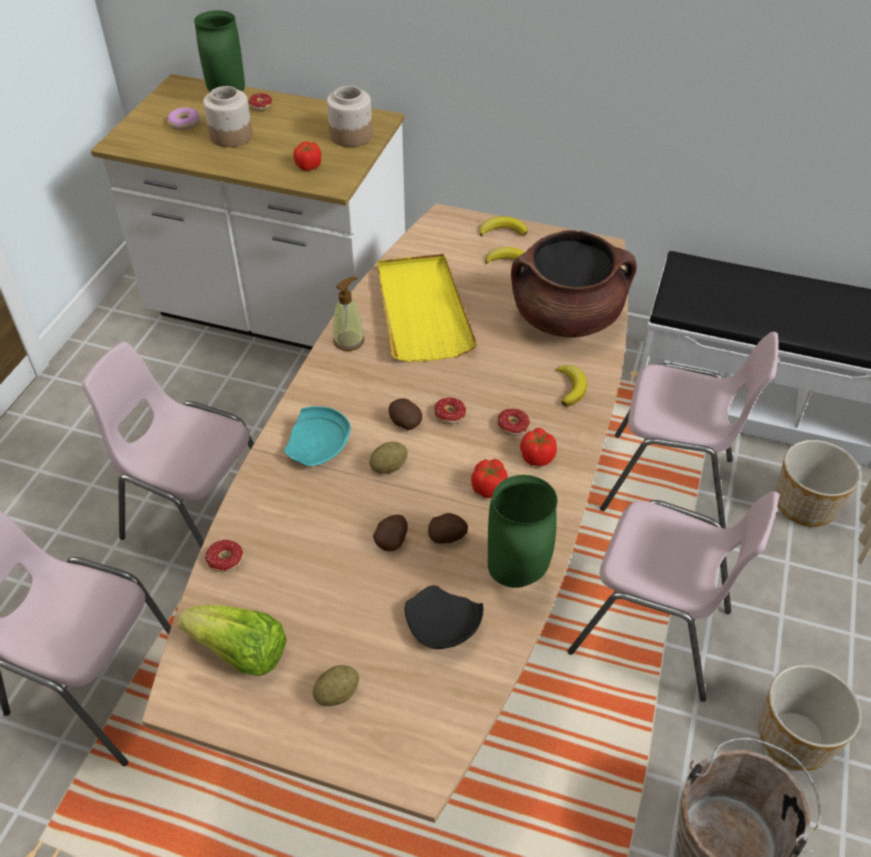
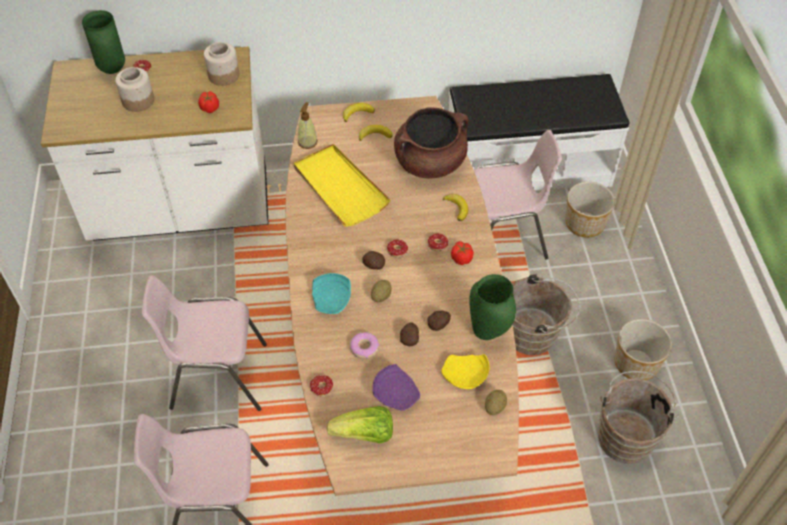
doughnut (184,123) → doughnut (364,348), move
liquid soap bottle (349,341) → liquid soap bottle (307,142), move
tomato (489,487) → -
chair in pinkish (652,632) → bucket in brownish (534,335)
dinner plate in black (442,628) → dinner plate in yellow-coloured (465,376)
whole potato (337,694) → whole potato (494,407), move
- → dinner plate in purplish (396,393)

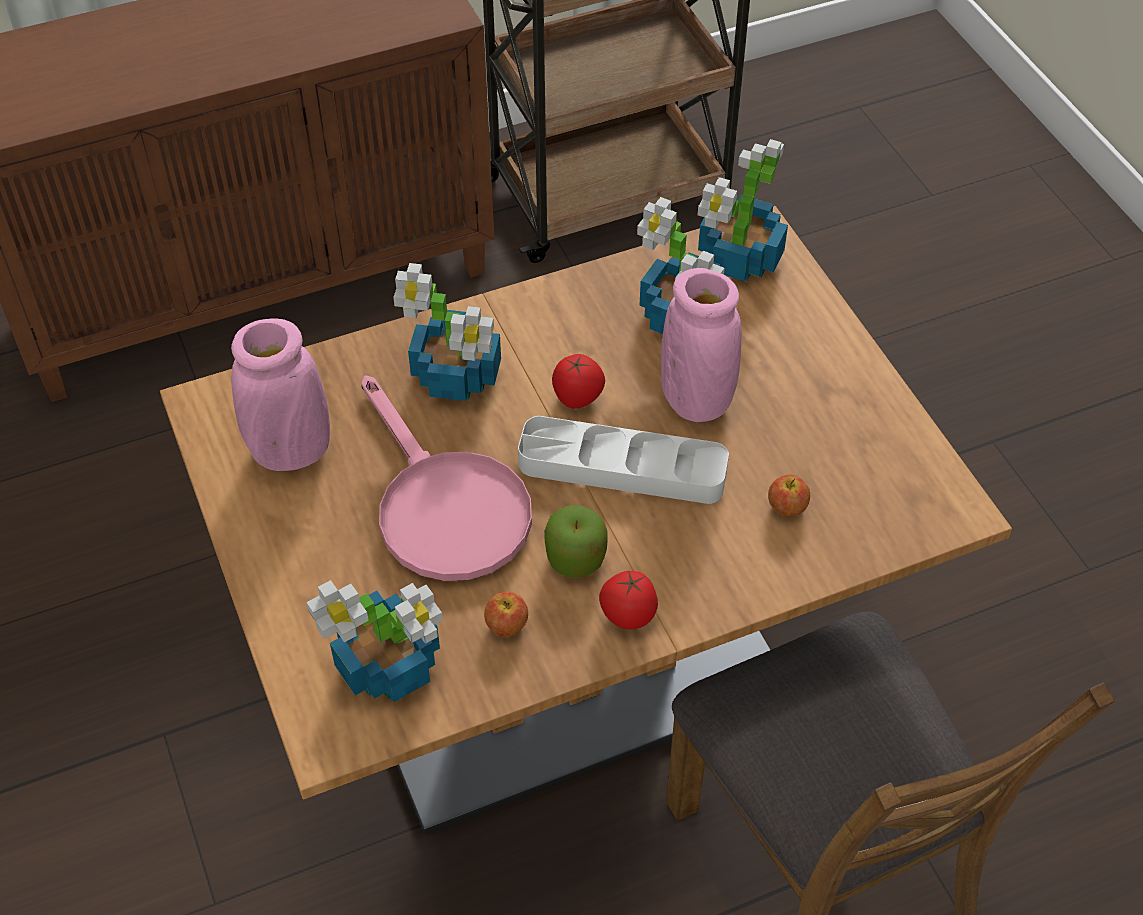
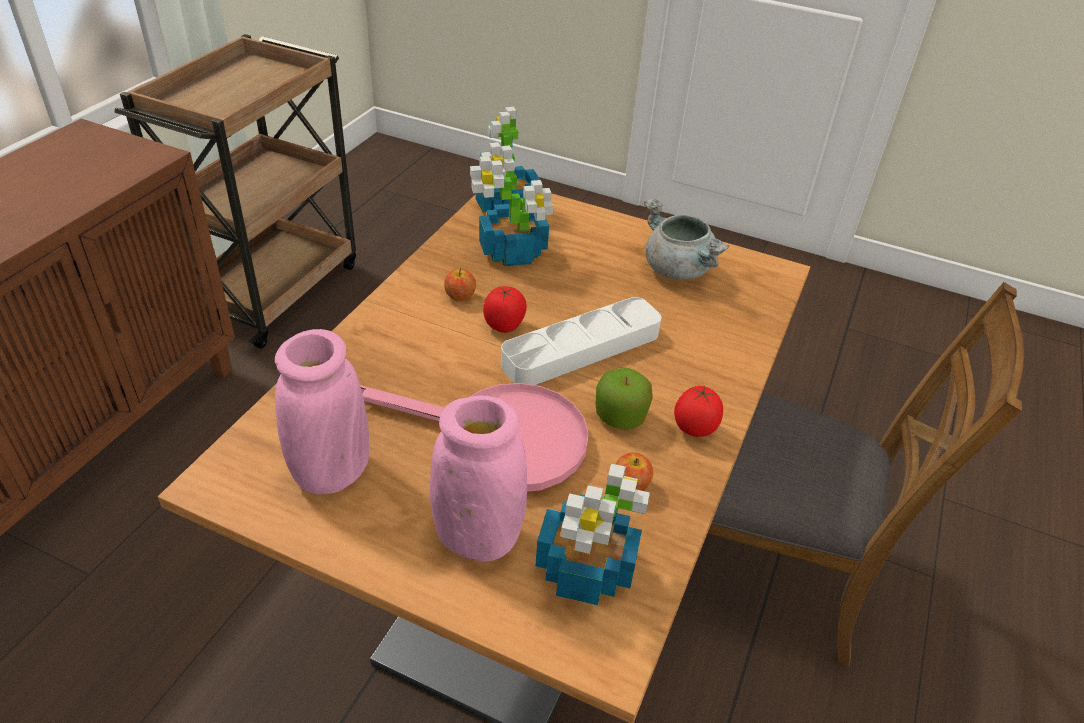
plant in a pot (457,376) → -
flower vase in pinkish (696,400) → flower vase in pinkish (478,537), move
apple fruit (787,507) → apple fruit (460,296), move
- → stockpot in greyish (678,270)

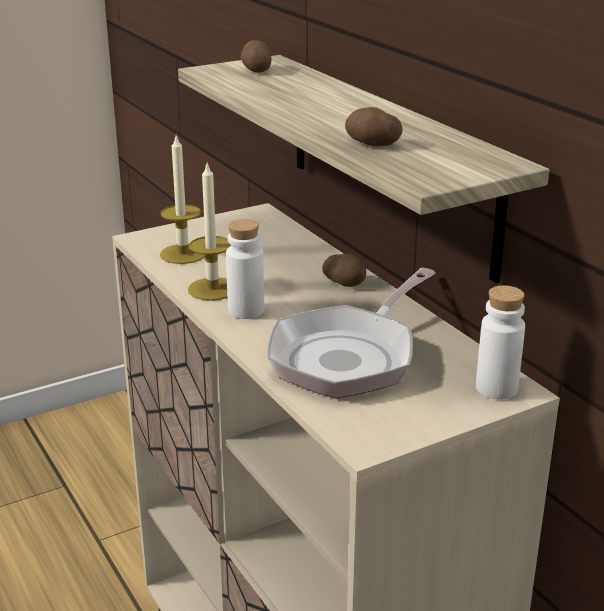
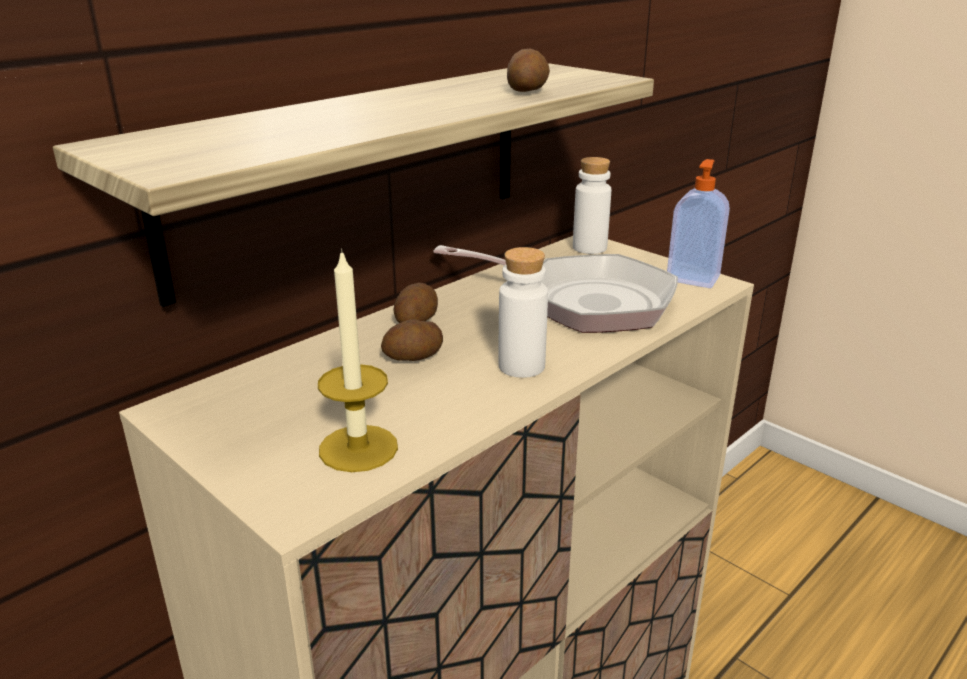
whole potato (256,70) → whole potato (414,358), move
wax candle (212,289) → -
- → liquid soap bottle (693,278)

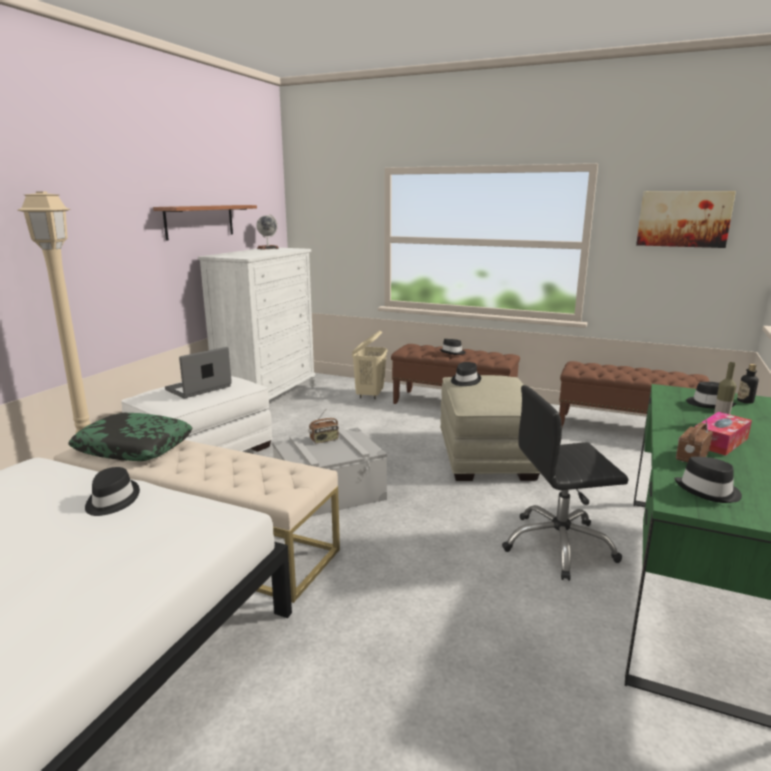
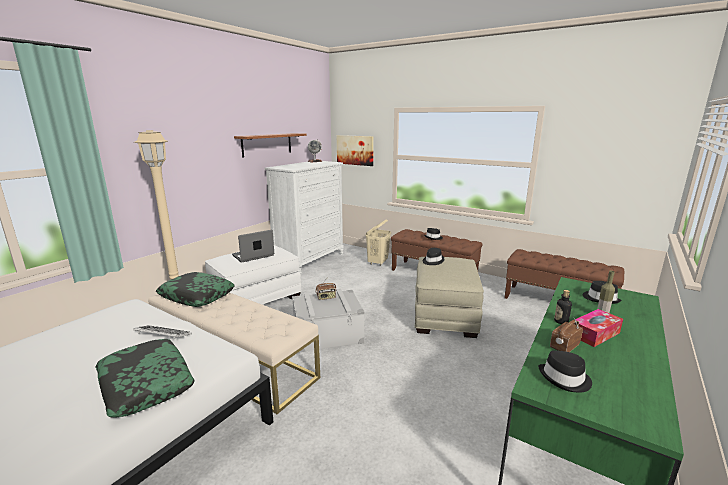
wall picture (683,219) → wall picture (355,150), move
beverage bottle (745,401) → beverage bottle (561,321), move
desk chair in black (558,545) → -
hat in black (111,500) → computer keyboard (162,335)
- → pillow (145,384)

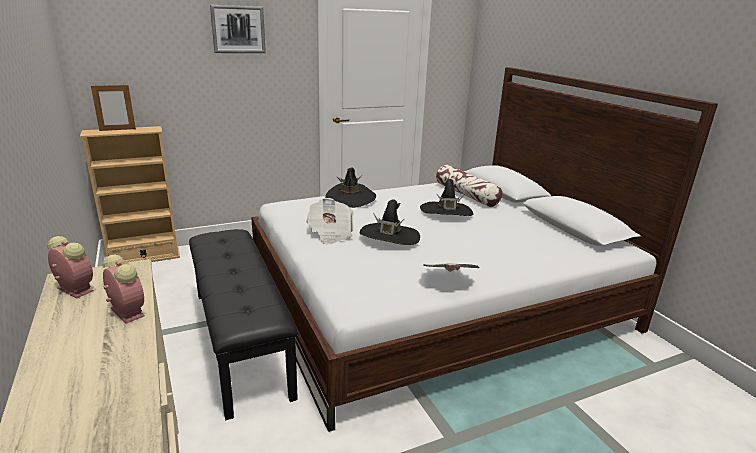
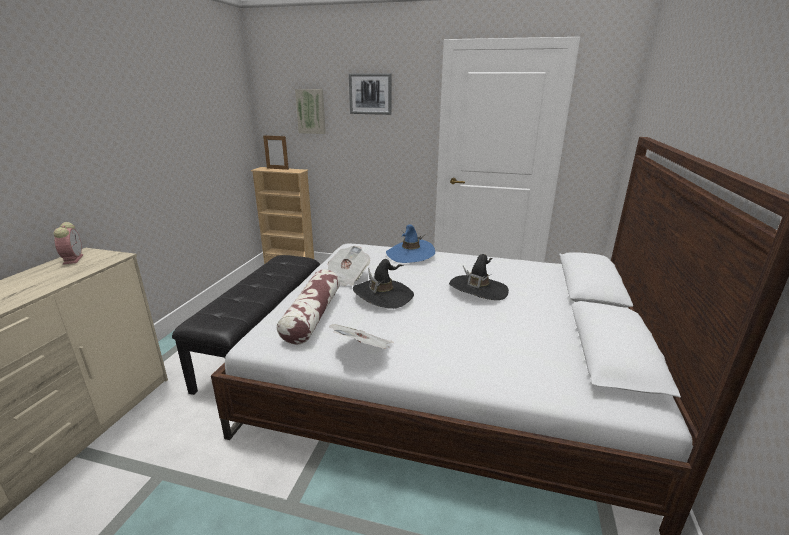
pillow (466,195) → pillow (312,316), move
hat in black (350,198) → hat in blue (410,254)
bedside clock (126,312) → -
- → wall picture (311,111)

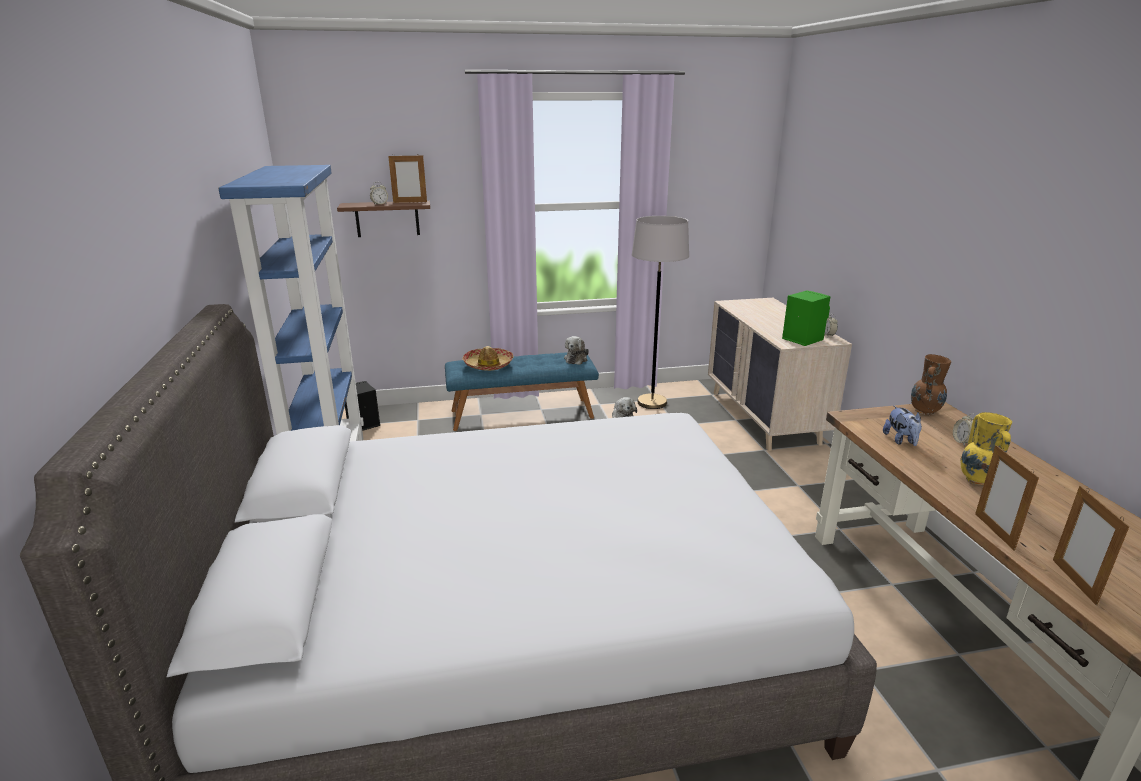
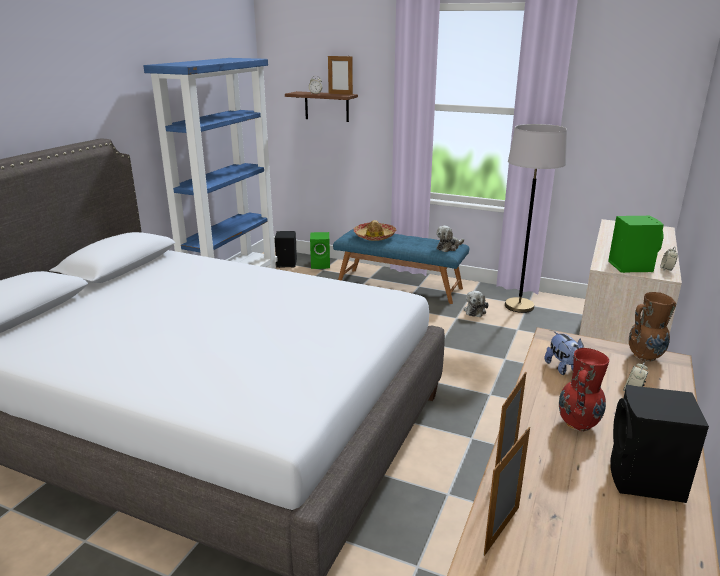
soft toy (901,440) → soft toy (564,369), 45 degrees counterclockwise
flower vase in yellow-coloured (977,480) → flower vase in red-coloured (578,424)
- → loudspeaker in greenish (321,265)
- → loudspeaker in black (645,481)

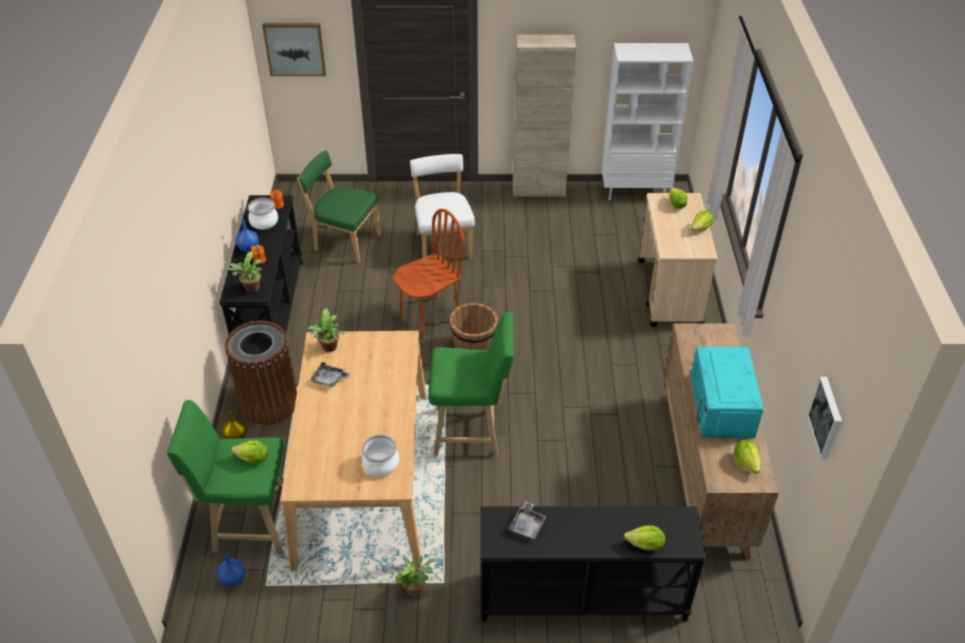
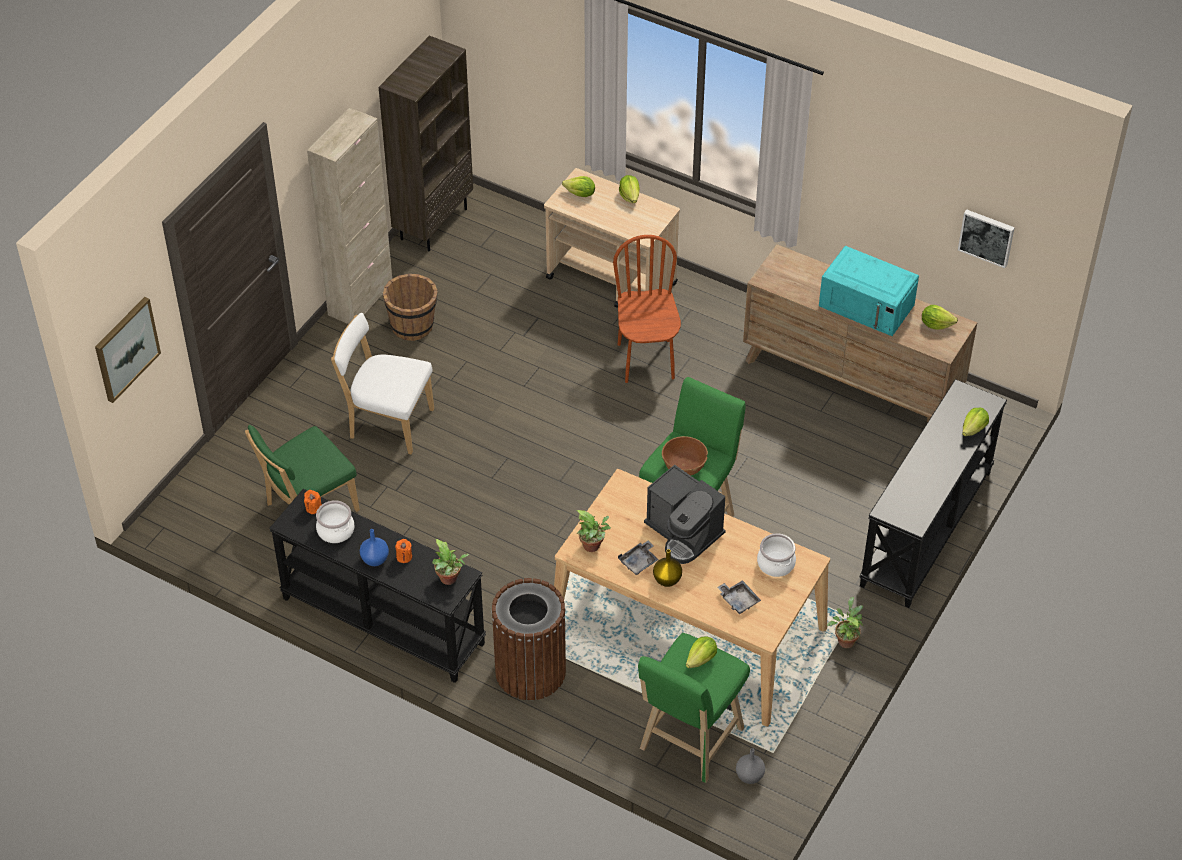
bookcase in white (635,191) → bookcase in brownish (433,223)
chair in brownish (429,318) → chair in brownish (646,361), move
bucket in brownish (474,349) → bucket in brownish (412,325), move
flower vase in yellow-coloured (236,437) → flower vase in yellow-coloured (667,579), move
serving tray in greyish (527,525) → serving tray in greyish (738,600), move
flower vase in blue (234,579) → flower vase in greyish (750,776)
- → deep dish in brownish (684,466)
- → coffee maker (684,533)

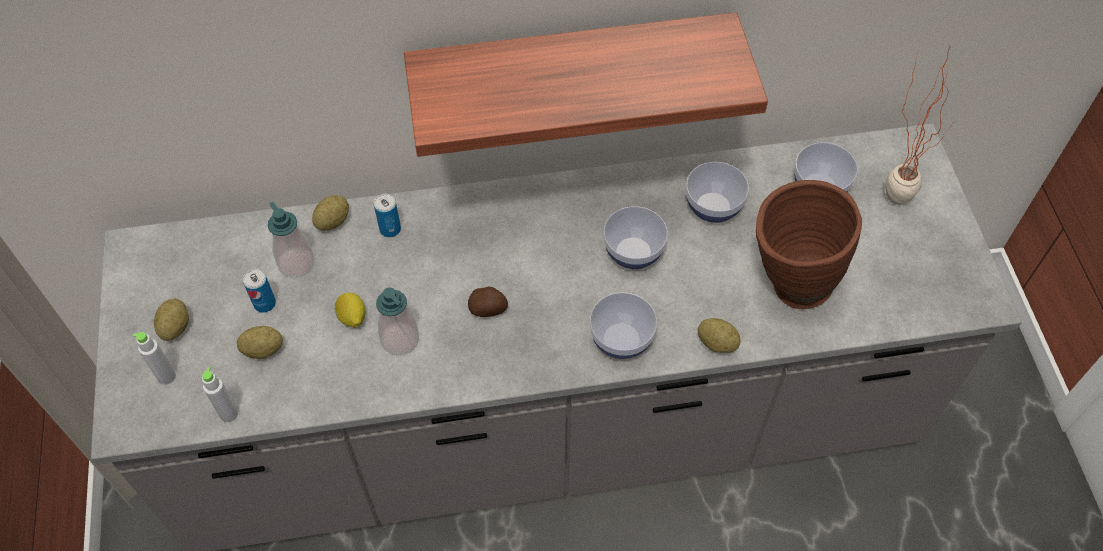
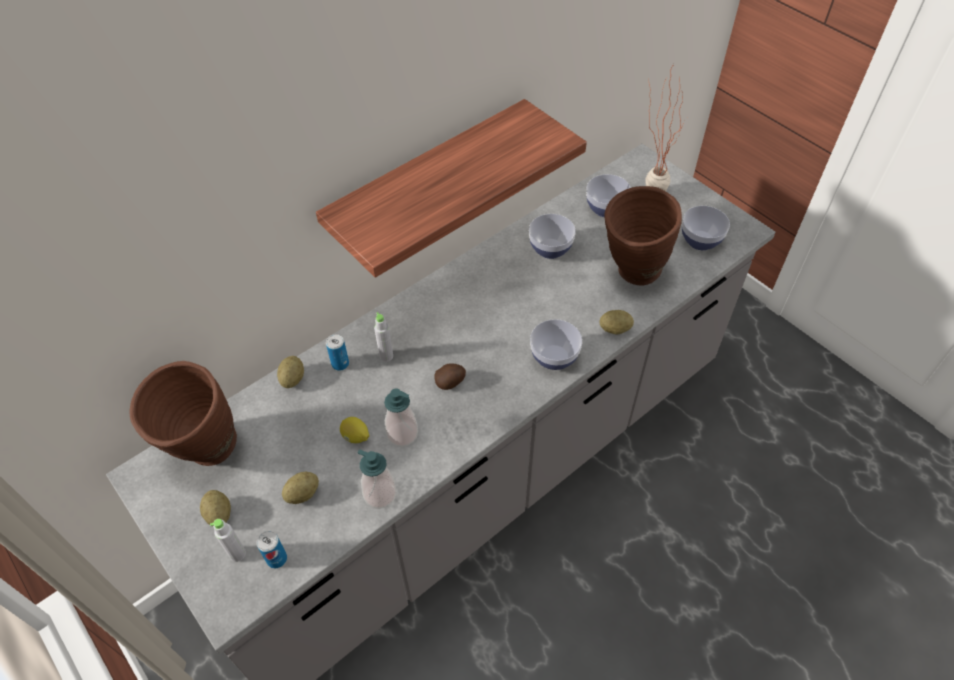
liquid soap bottle (296,263) → liquid soap bottle (380,494), move
deep dish (633,253) → deep dish (700,241), move
can (264,303) → can (276,559), move
beverage bottle in greyish (229,414) → beverage bottle in greyish (386,356), move
- → flower vase in brownish (204,454)

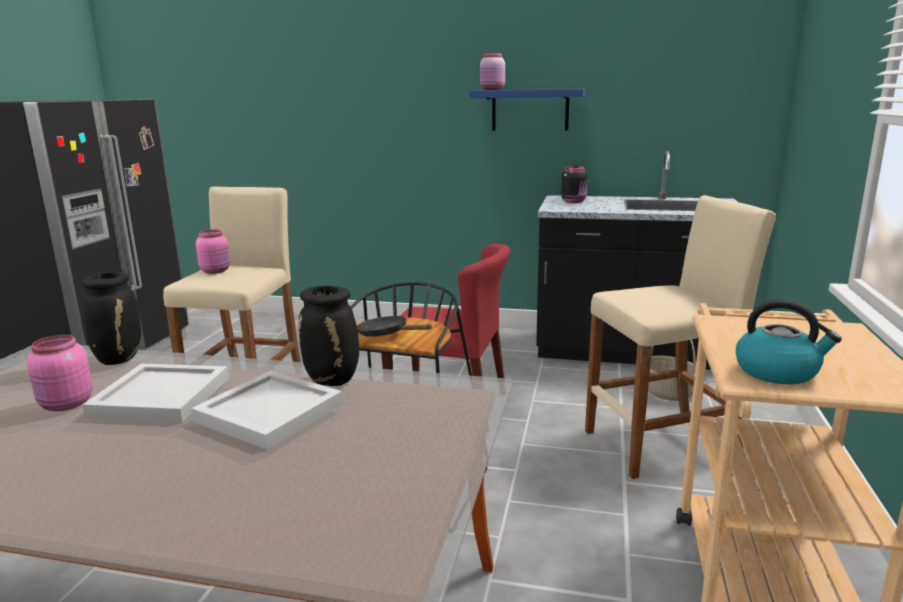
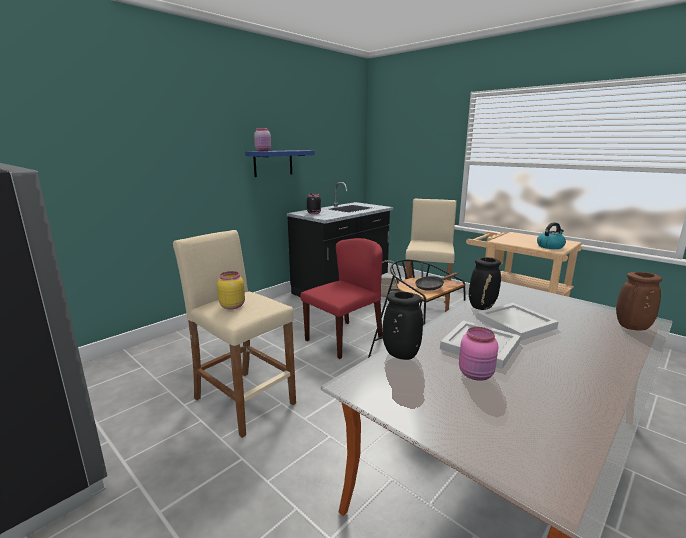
storage jar in pinkish (216,271) → storage jar in yellow-coloured (232,306)
- → flower vase in brownish (632,327)

